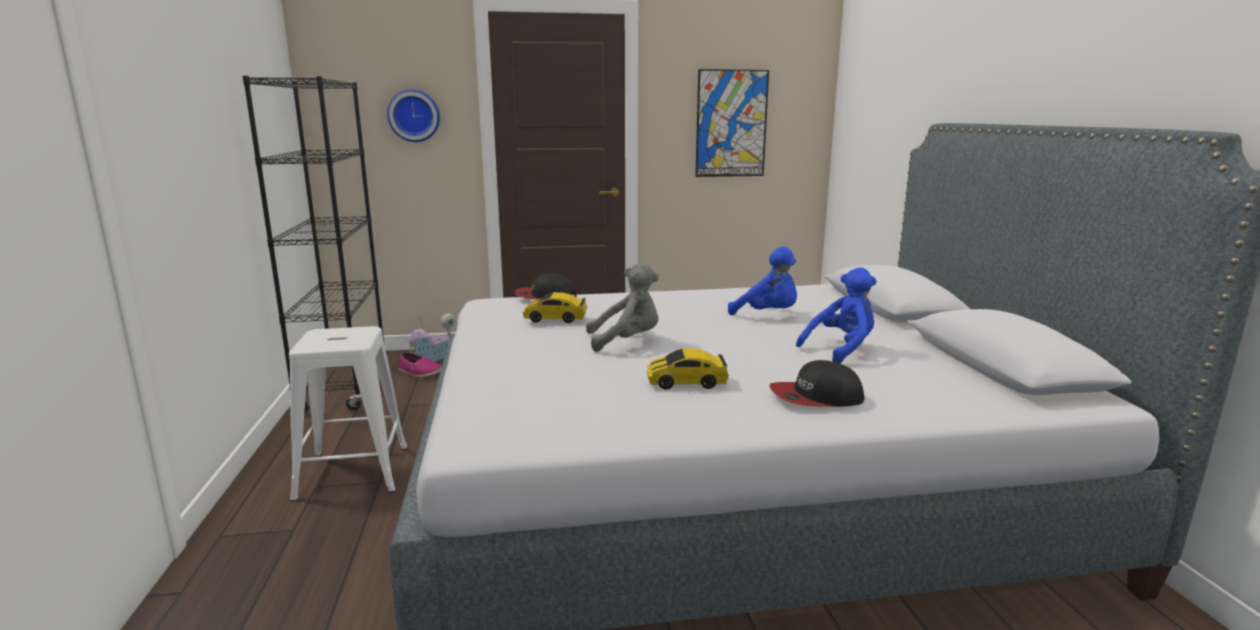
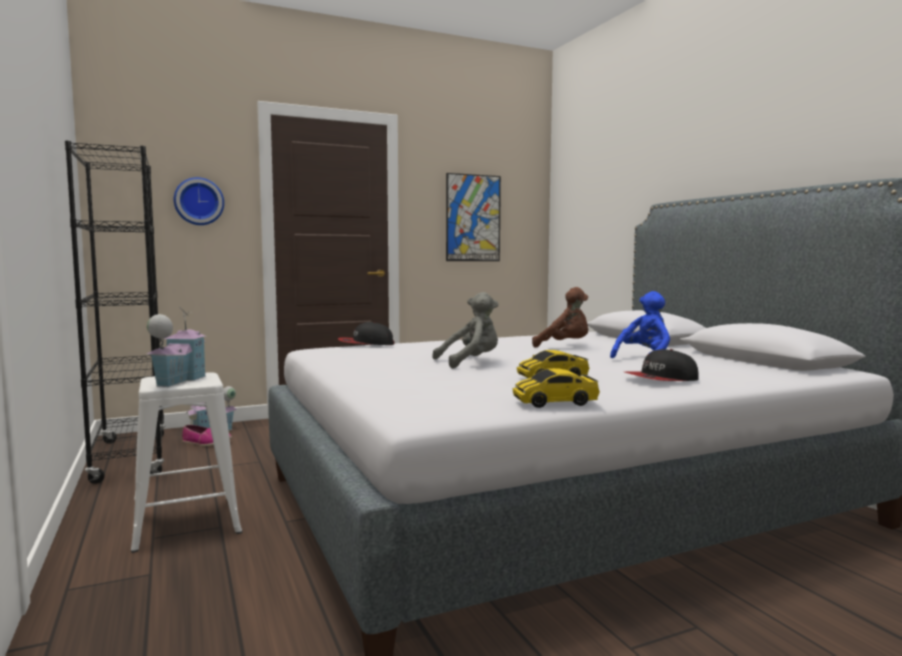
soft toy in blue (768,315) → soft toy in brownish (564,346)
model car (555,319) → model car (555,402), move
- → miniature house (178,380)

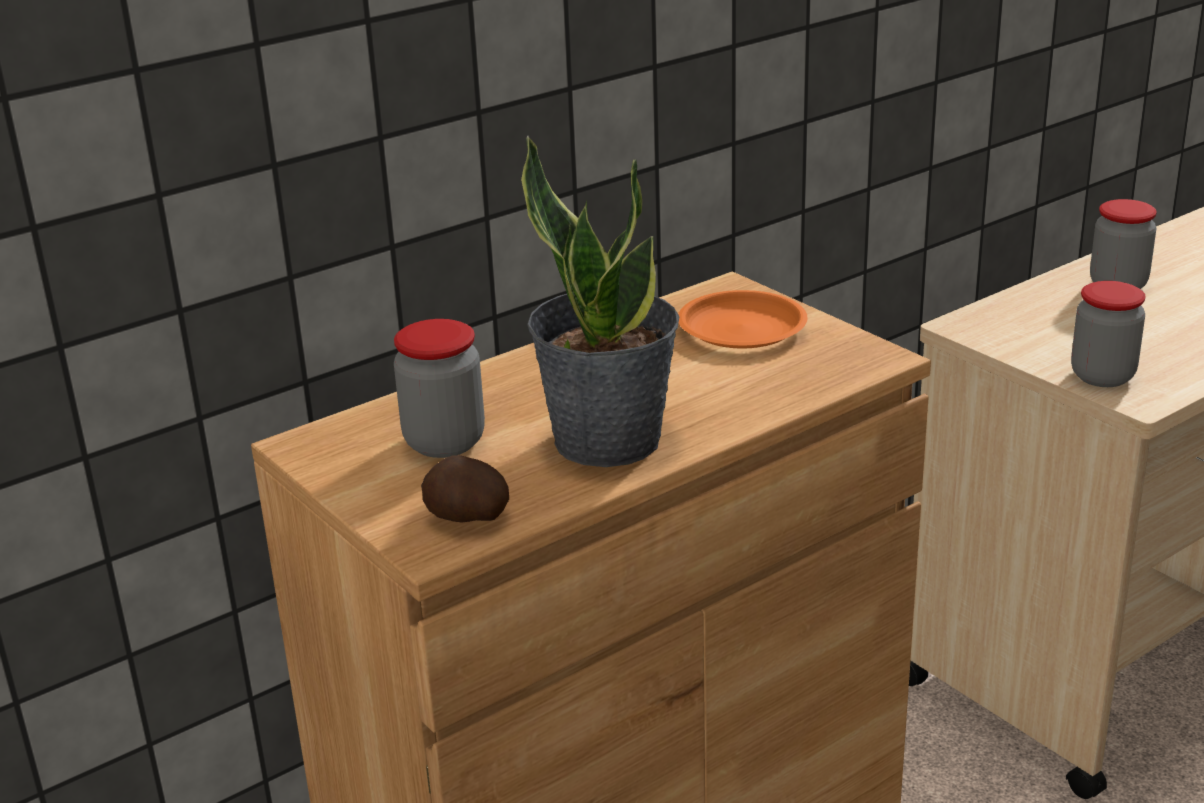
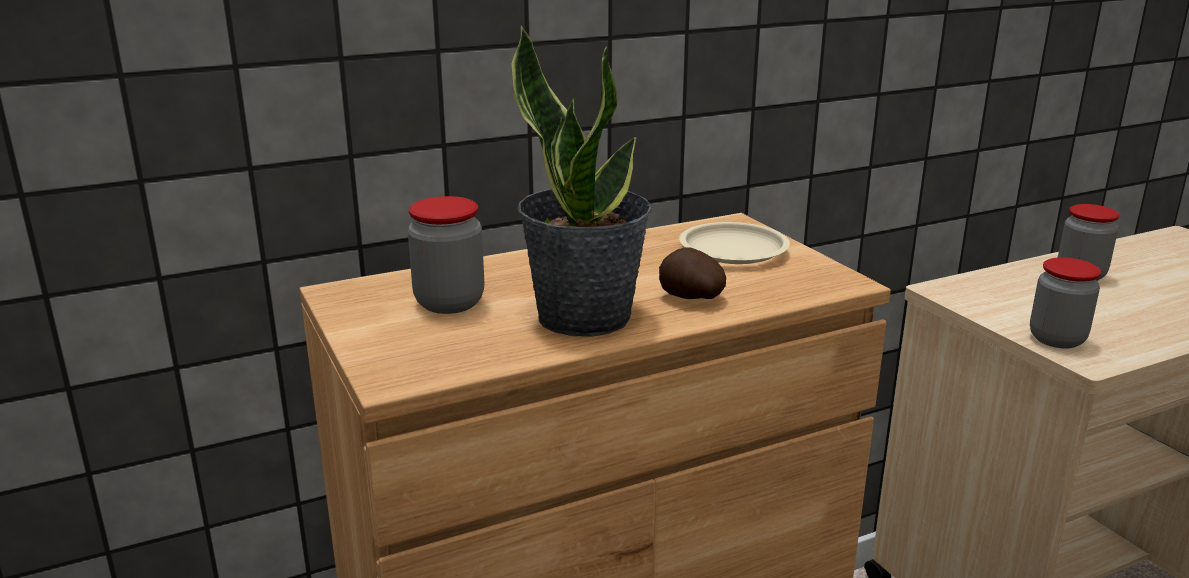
dinner plate in orangey (742,329) → dinner plate in beige (733,250)
whole potato (467,518) → whole potato (691,298), move

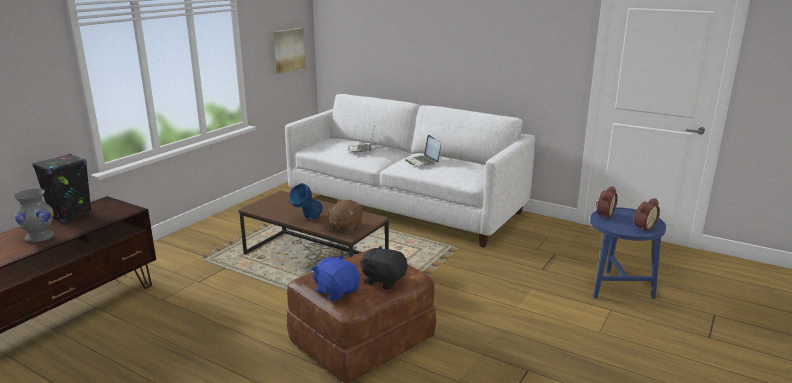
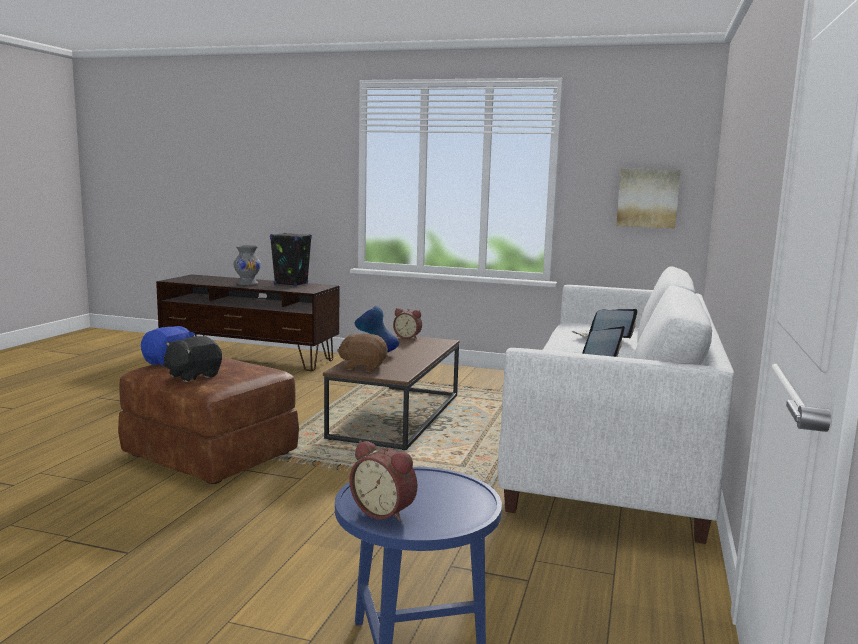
bedside clock (603,215) → bedside clock (408,337), move
soft toy in black (383,280) → soft toy in black (193,376), 150 degrees counterclockwise

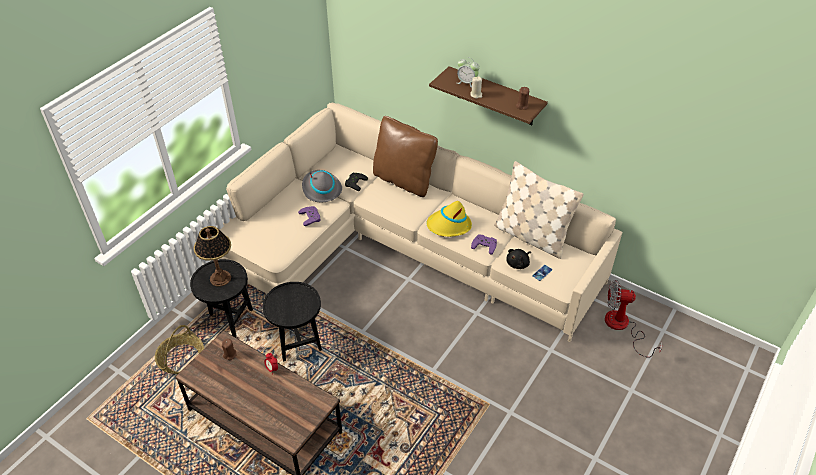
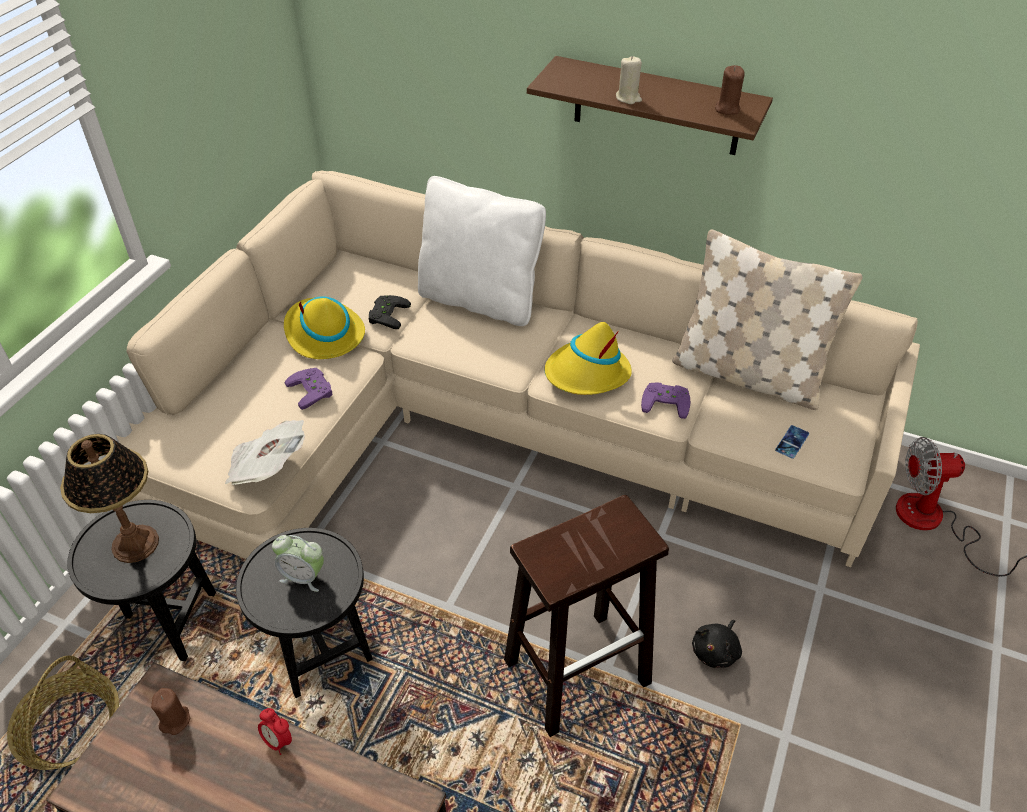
bedside clock (467,82) → bedside clock (303,576), move
pillow in brownish (404,180) → pillow in white (480,300)
hat in greyish (321,189) → hat in yellow-coloured (323,334)
soft toy in black (518,263) → soft toy in black (716,651), move
- → printed paper (268,467)
- → sitting stool in brownish (578,670)

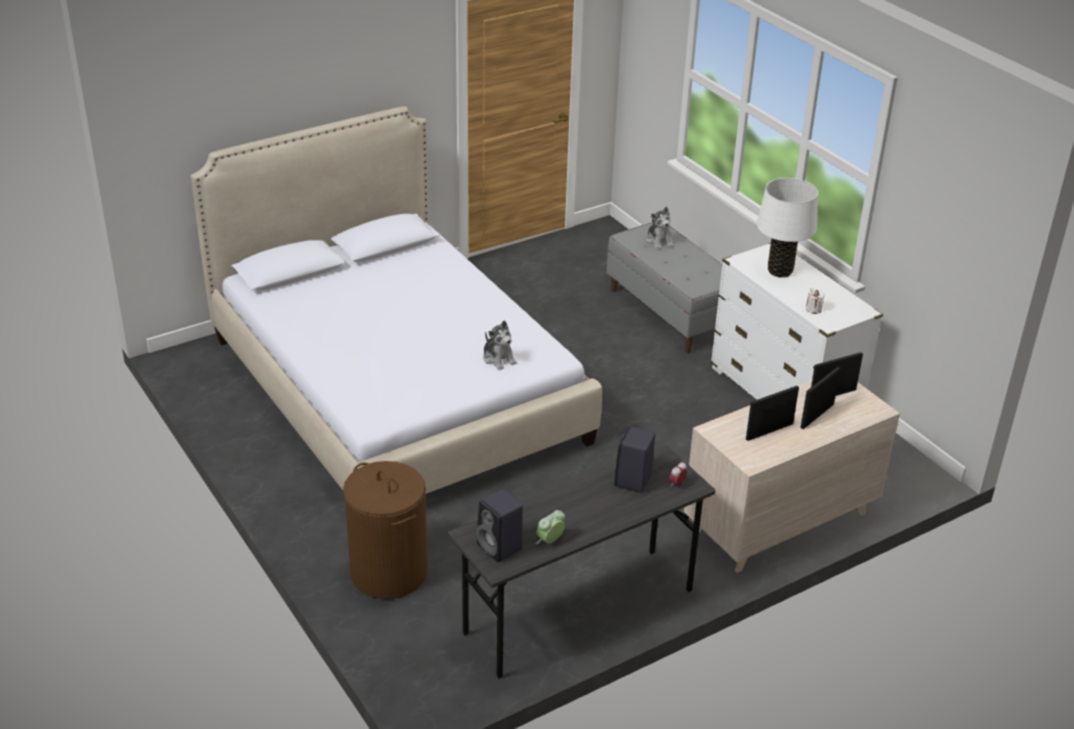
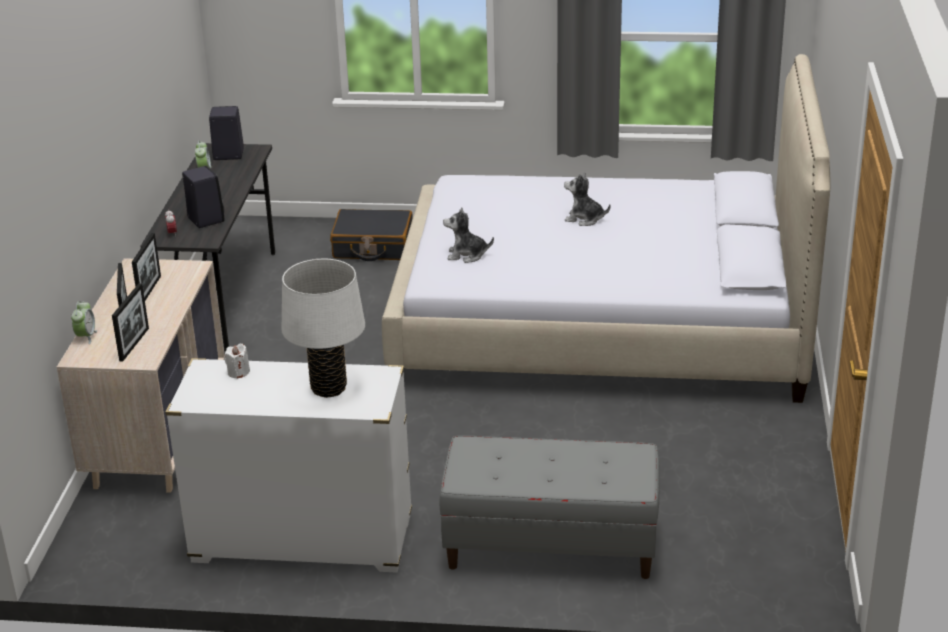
soft toy (659,241) → soft toy (584,219), move
hamper in brownish (388,572) → suitcase in black (373,246)
- → bedside clock (86,337)

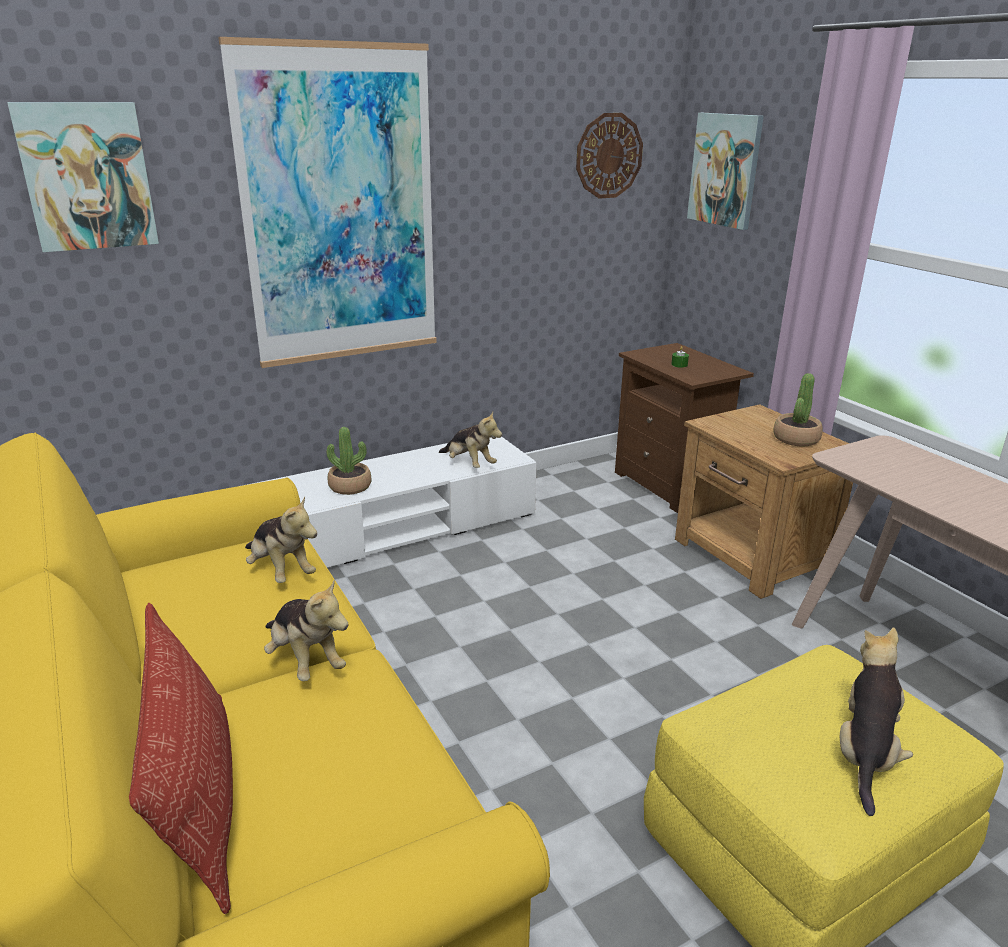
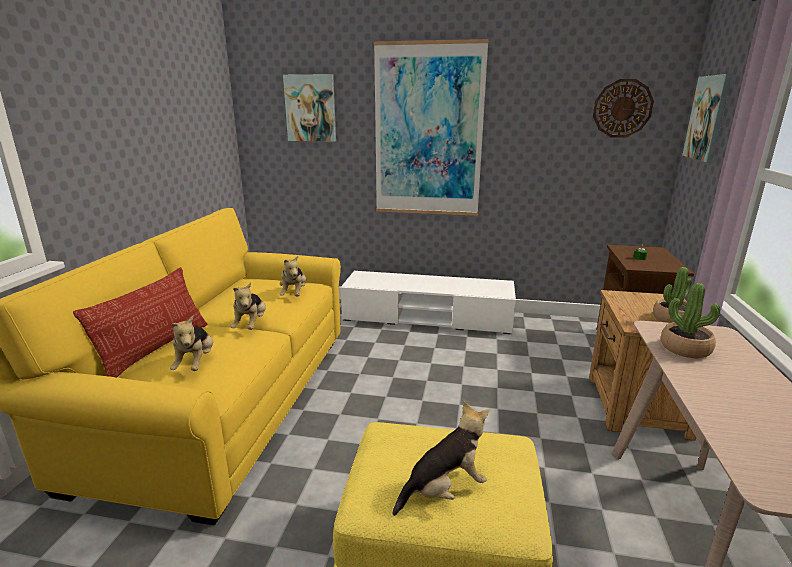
soft toy (469,464) → soft toy (196,363), move
plant in a pot (350,486) → plant in a pot (685,348), move

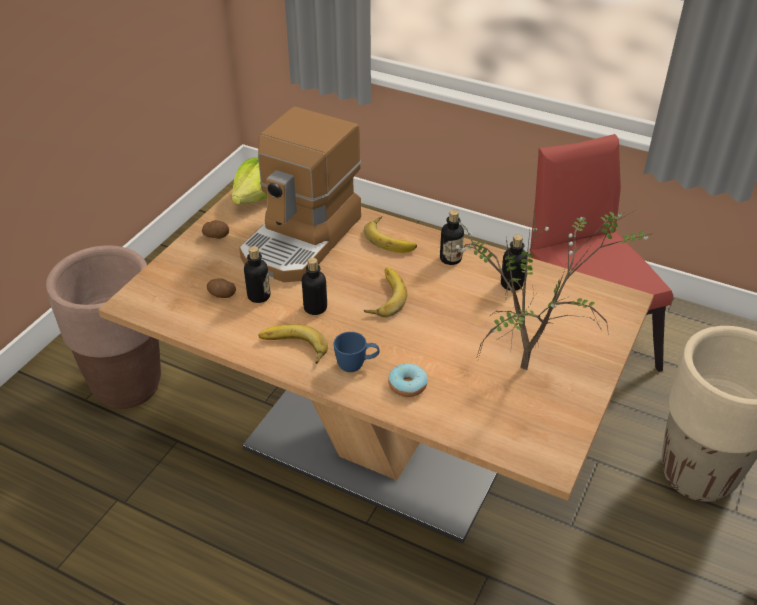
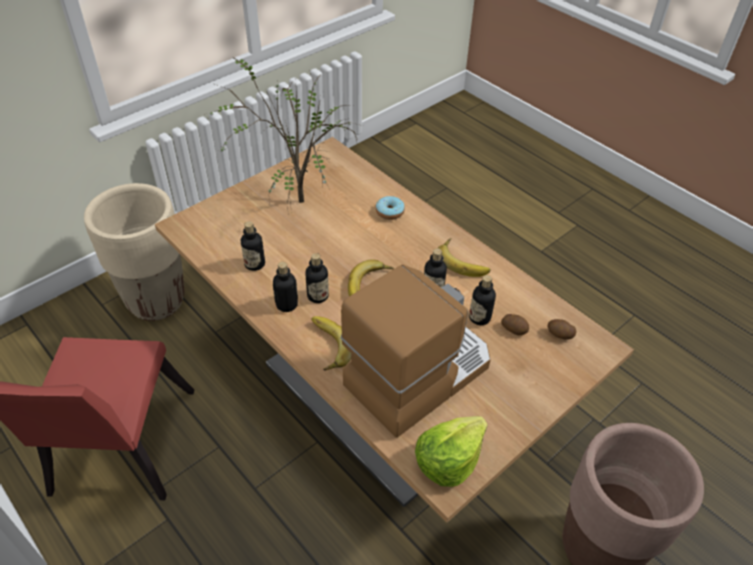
whole potato (216,235) → whole potato (559,334), move
tea mug in blue (357,365) → -
- → beverage bottle (318,296)

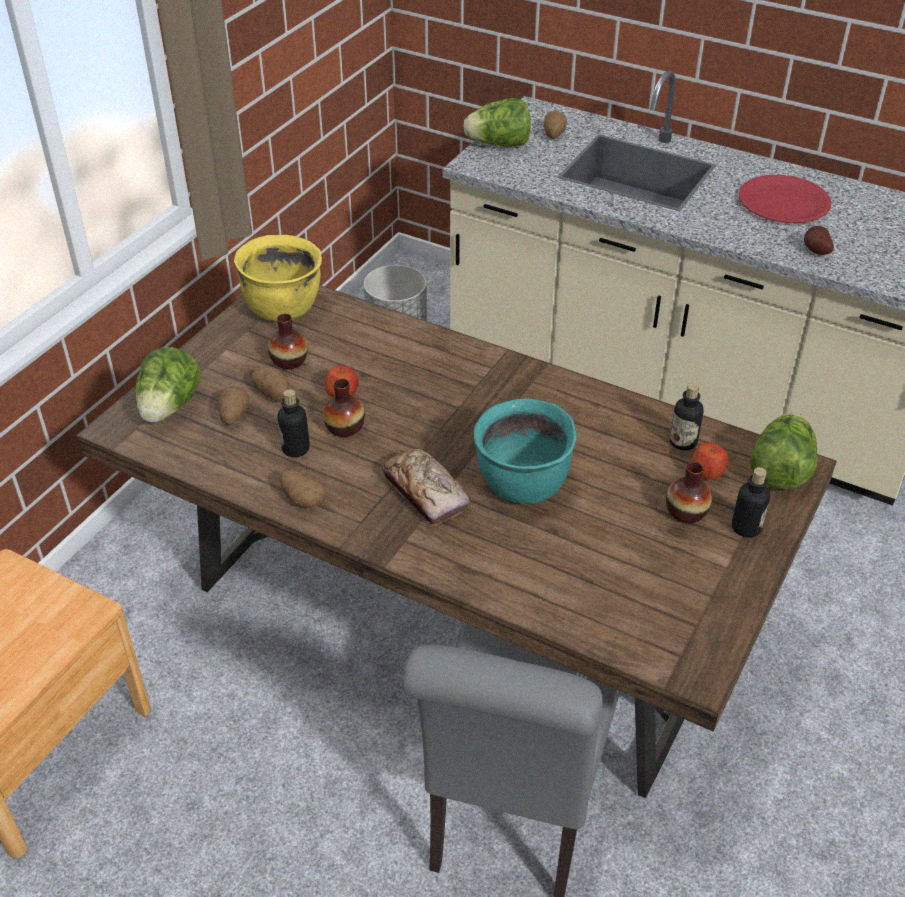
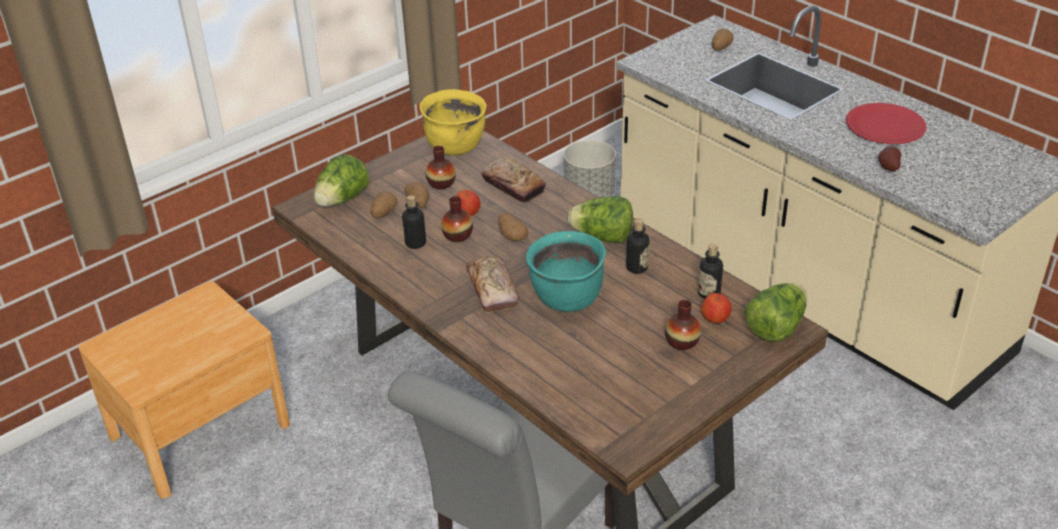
lettuce head (499,145) → lettuce head (603,237), move
beverage bottle (746,527) → beverage bottle (637,267), move
whole potato (302,499) → whole potato (511,236), move
- → bread (513,186)

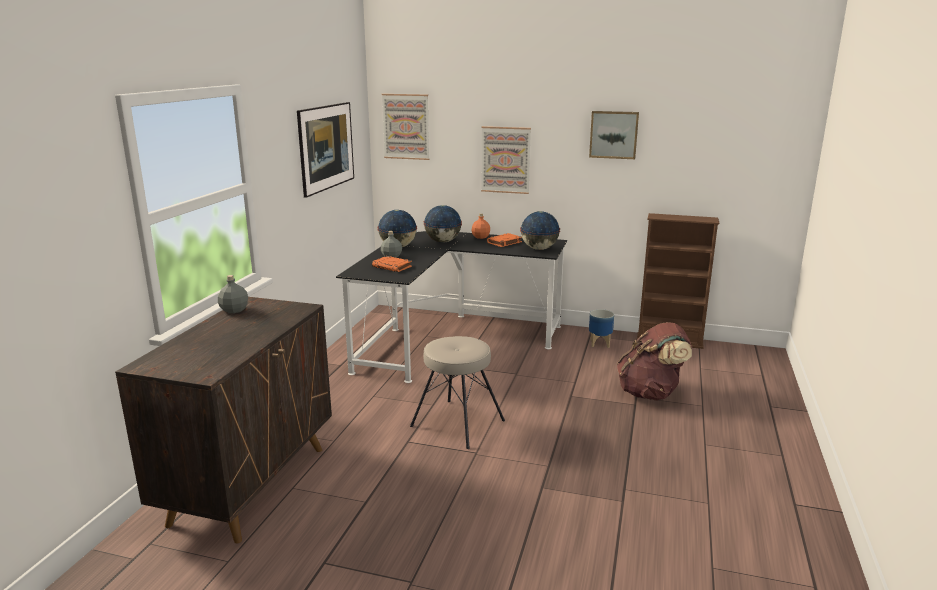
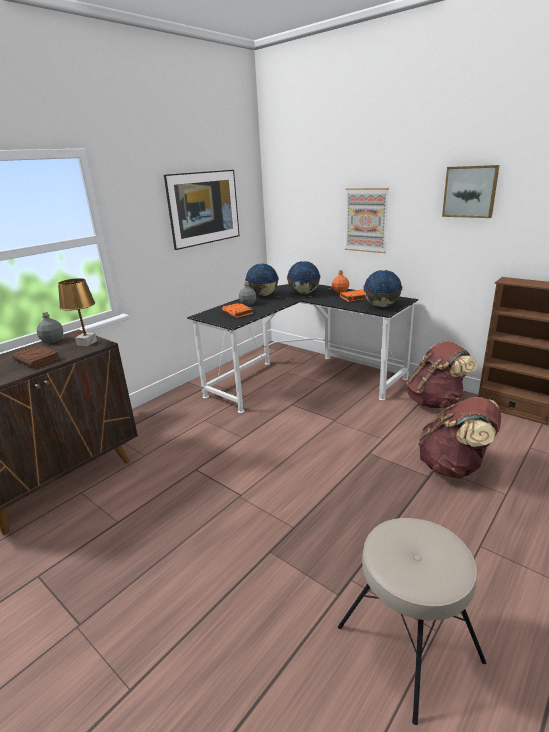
wall picture (406,126) → -
flower pot (600,343) → rucksack in brownish (435,402)
sitting stool in beige (457,424) → sitting stool in beige (407,644), move
- → lamp for a table in brownish (87,343)
- → book in brownish (37,359)

